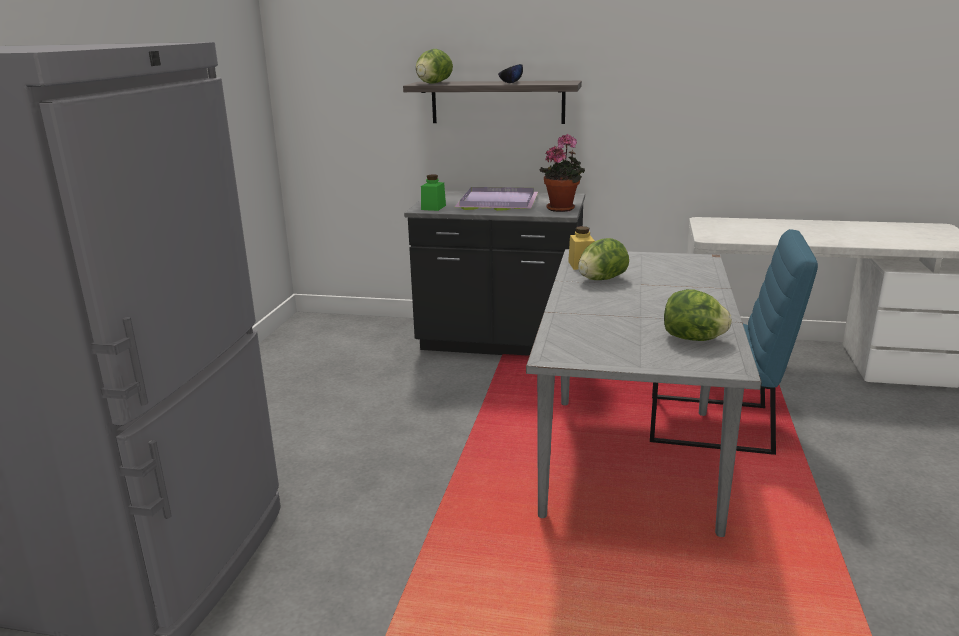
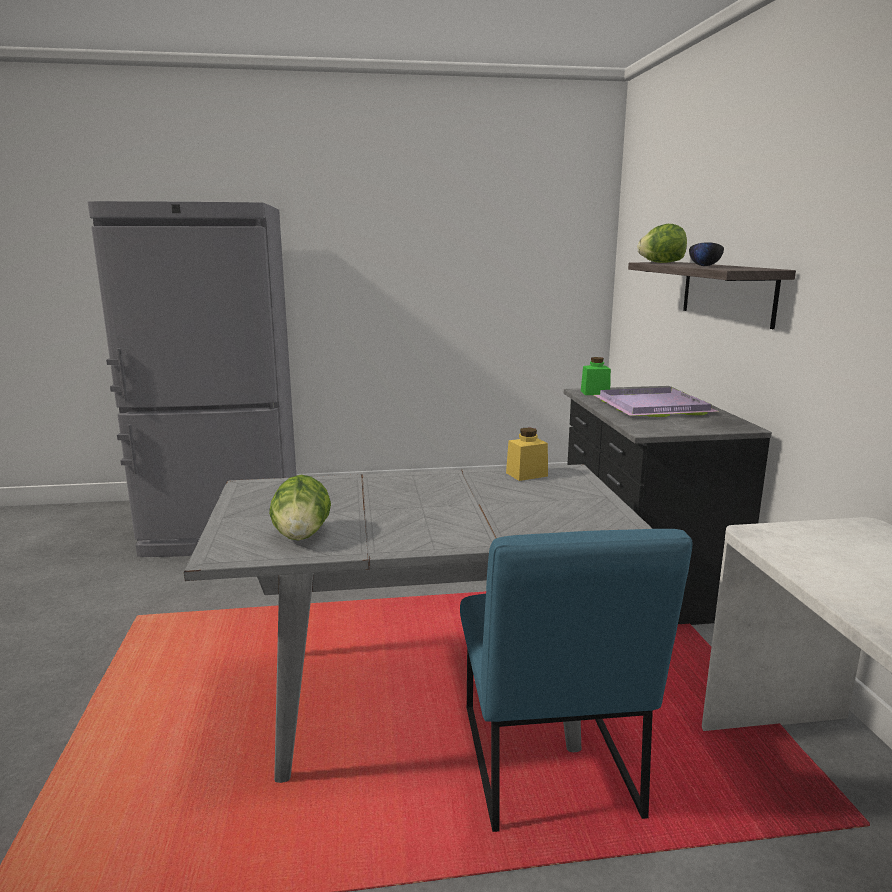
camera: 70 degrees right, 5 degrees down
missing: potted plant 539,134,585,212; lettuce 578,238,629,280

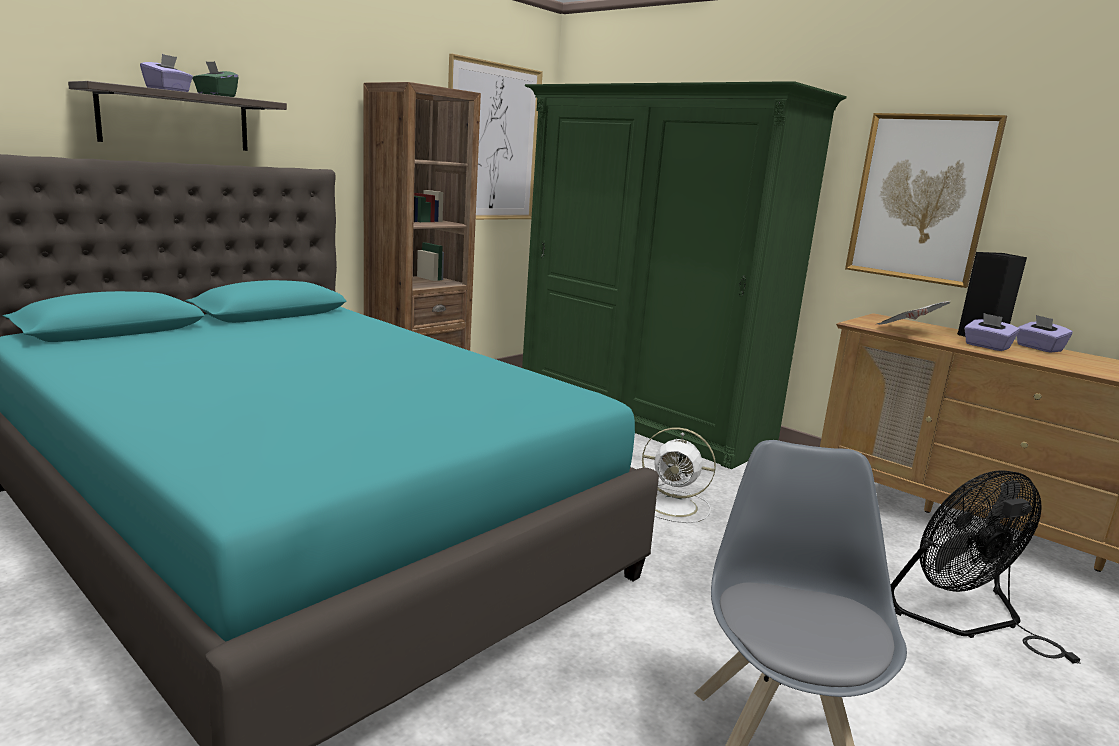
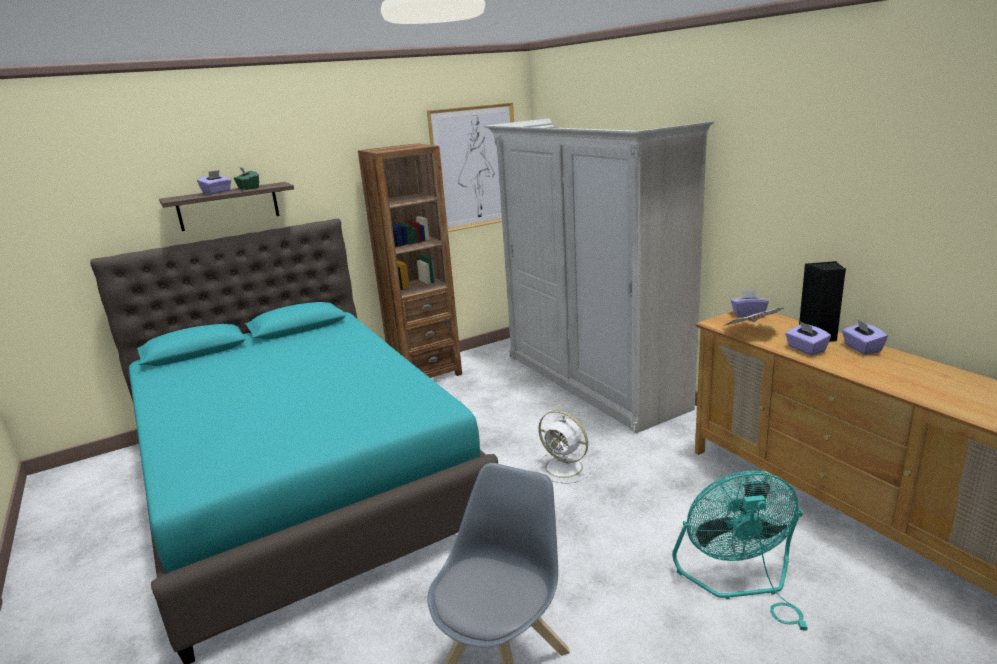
camera: 20 degrees right, 5 degrees up
missing: picture 845,113,1007,288
appeared: purple tissue box 731,290,769,317
colour: green wardrobe 522,81,847,469 to white wardrobe 484,119,714,433; black fan 891,471,1081,664 to turquoise fan 672,471,808,631

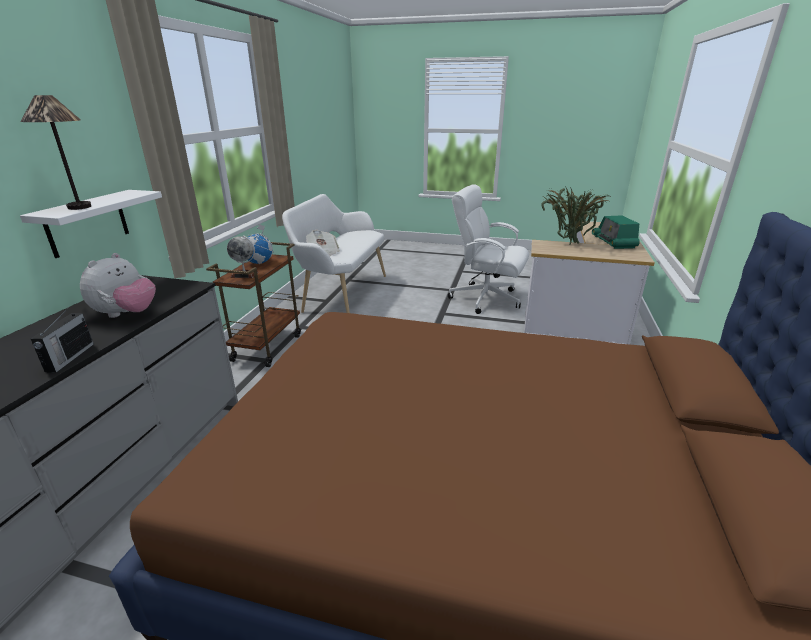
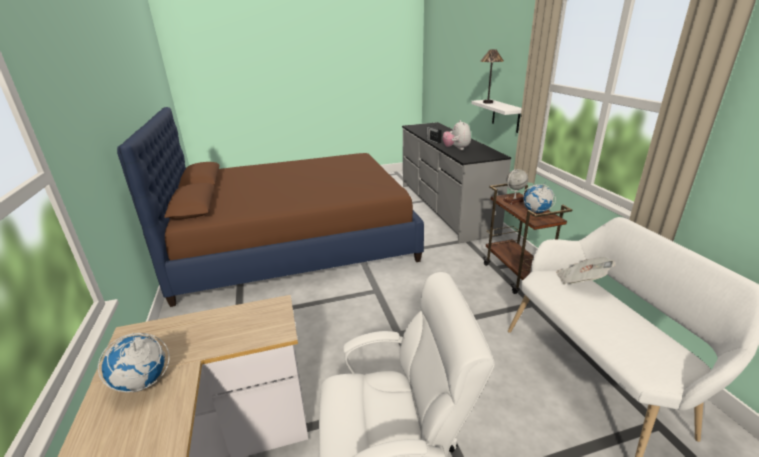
camera: 150 degrees right, 0 degrees up
missing: potted plant 541,186,608,245
exchanged: radio 592,215,640,249 to globe 98,333,170,392

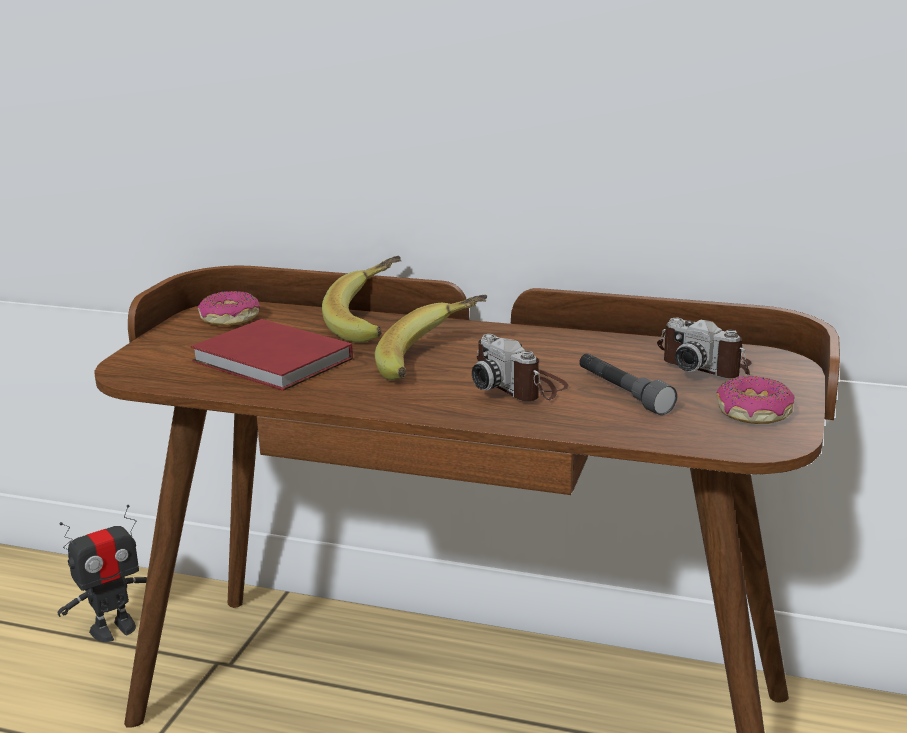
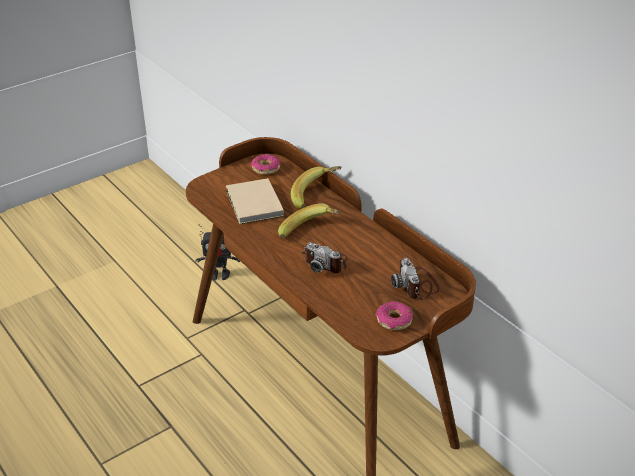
camera: 35 degrees right, 15 degrees up
missing: grey flashlight 579,353,677,415
colour: red book 190,319,353,391 to beige book 226,178,284,224
spun: photo camera 472,334,569,401 = 302,242,348,273 60 degrees counterclockwise

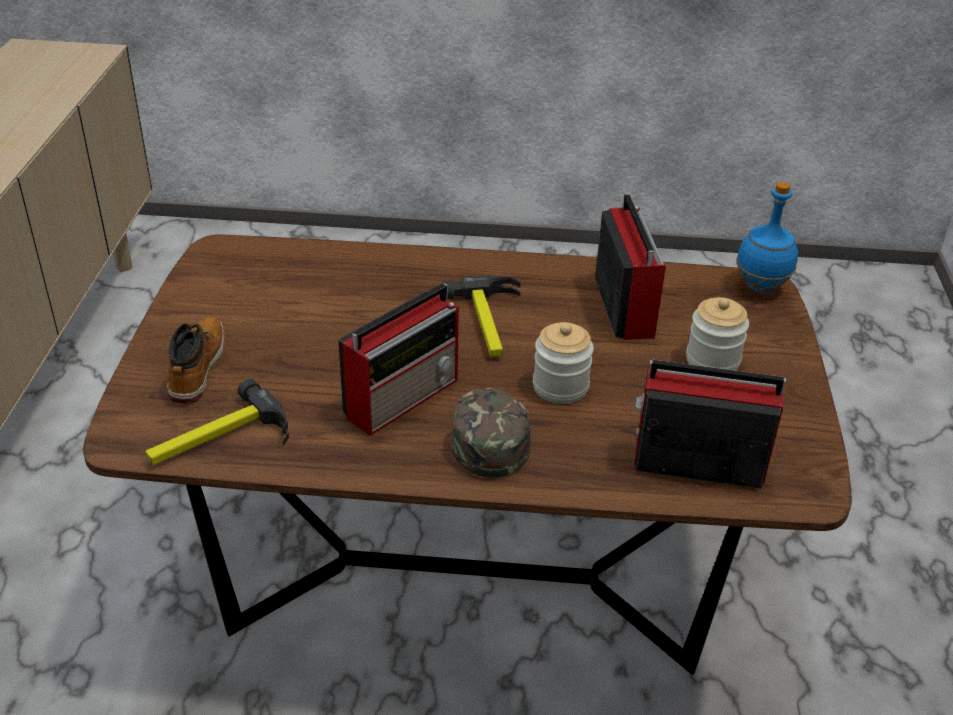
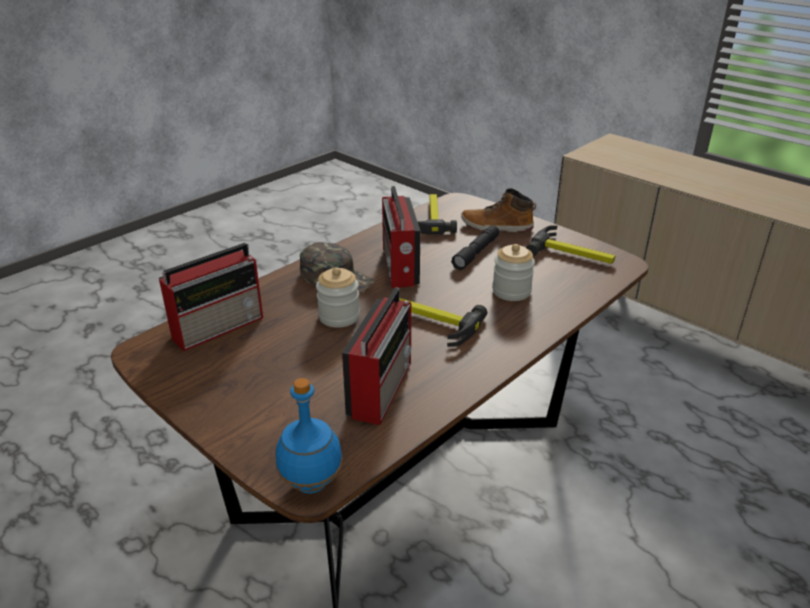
camera: 130 degrees right, 5 degrees down
appeared: black flashlight 451,225,499,270; hammer 526,225,615,264
relocated: jar 686,297,749,371 to 492,244,535,301
spun: boot 167,317,224,404 = 461,188,536,232 150 degrees clockwise; radio 595,194,666,340 = 342,287,411,425 105 degrees counterclockwise

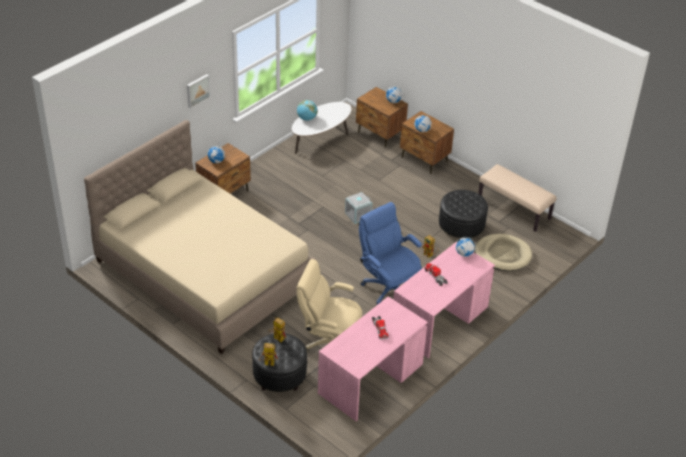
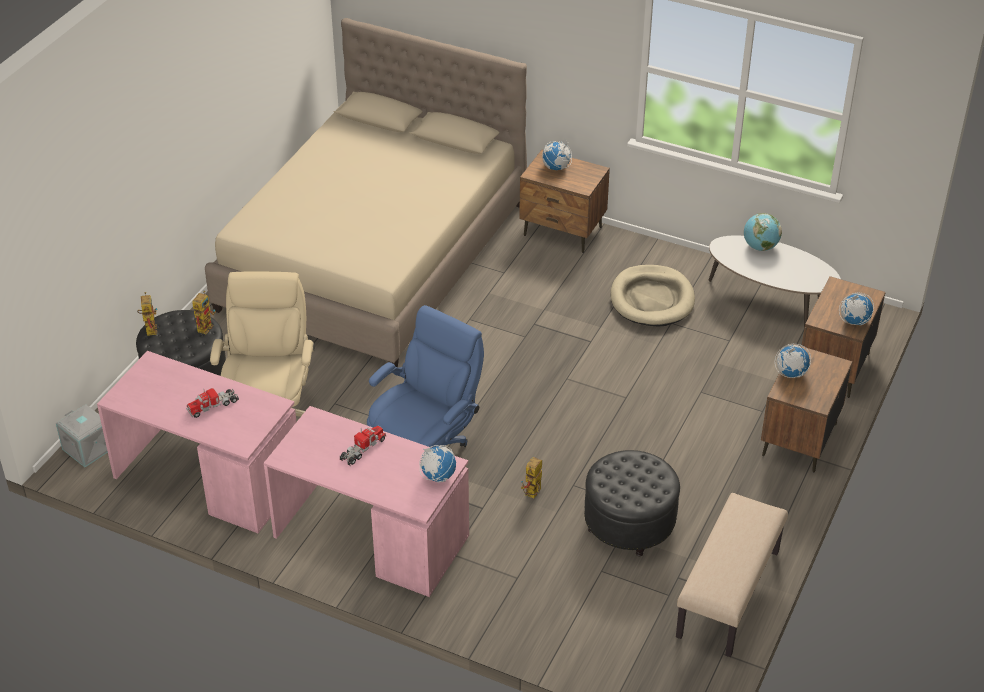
camera: 75 degrees right, 0 degrees up
missing: picture 187,74,210,108
relocated: grey storage box 345,192,372,224 to 56,404,108,467; beige dog bed 475,234,532,271 to 610,265,695,326

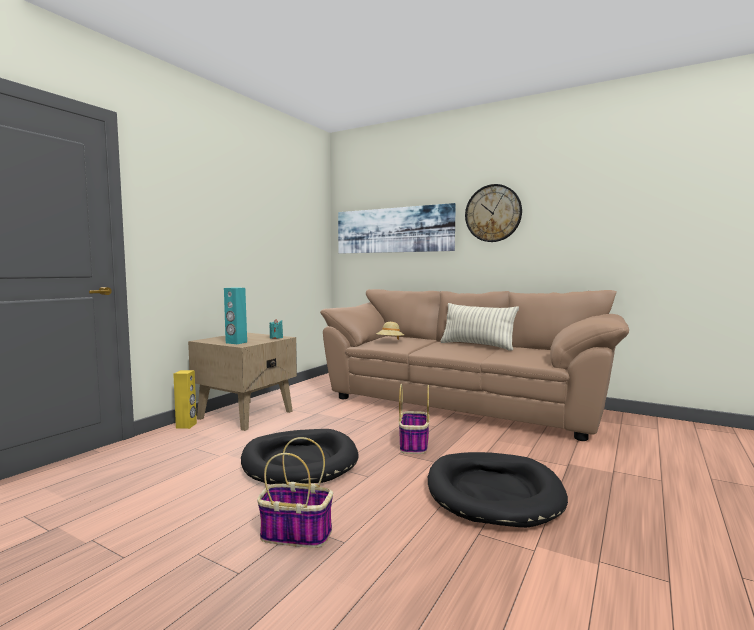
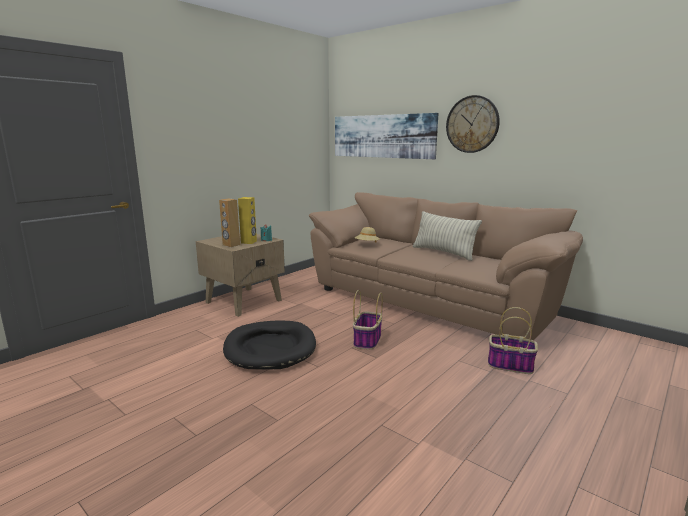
camera: 10 degrees right, 10 degrees up
missing: black dog bed 428,452,568,528
relocated: yellow speaker 173,370,197,429 to 238,197,257,244; basket 257,437,333,548 to 488,307,538,374
colour: turquoise speaker 224,287,247,344 to brown speaker 219,199,240,247

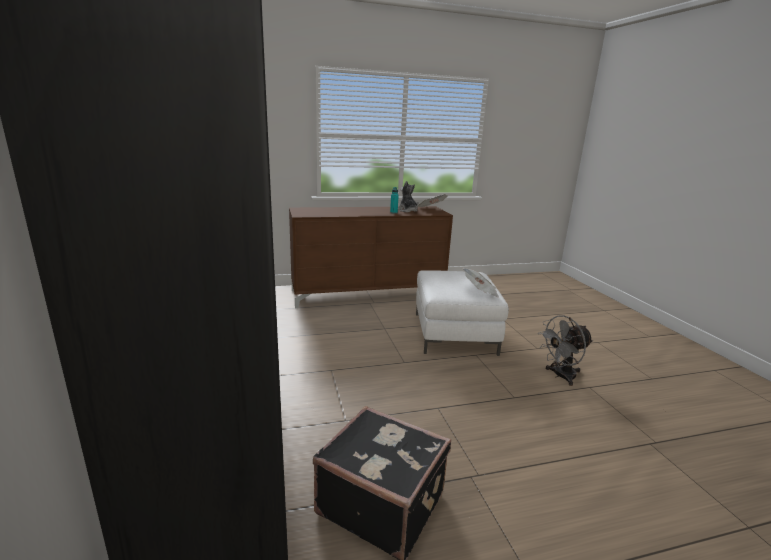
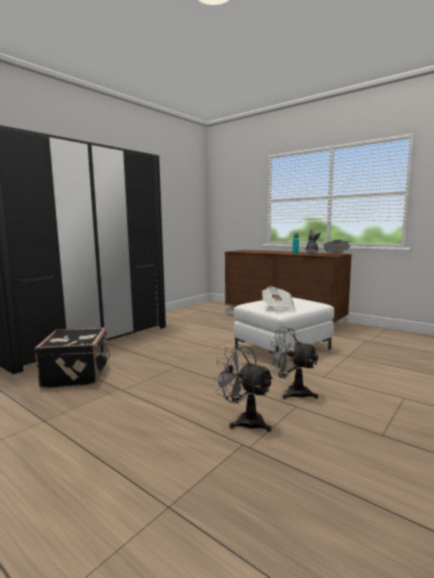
camera: 55 degrees right, 10 degrees down
appeared: grey fan 212,344,274,432

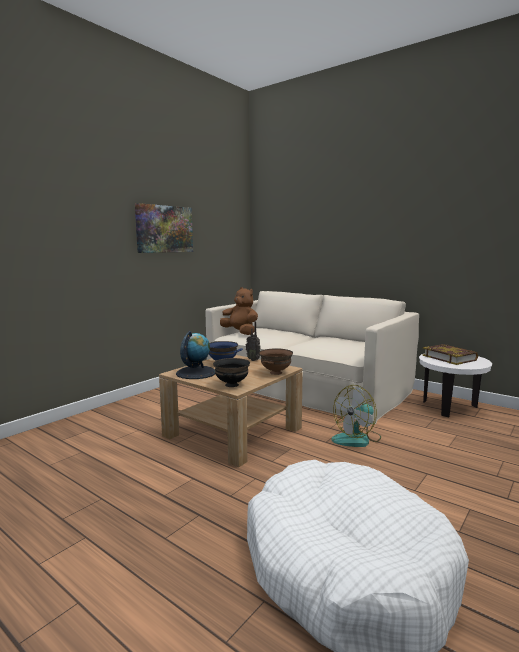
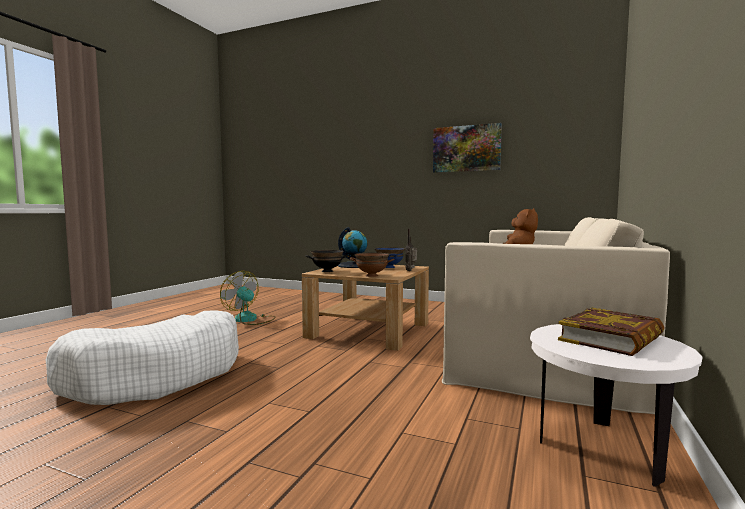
camera: 75 degrees right, 5 degrees down
relocated: fan 332,385,381,447 to 220,271,276,325

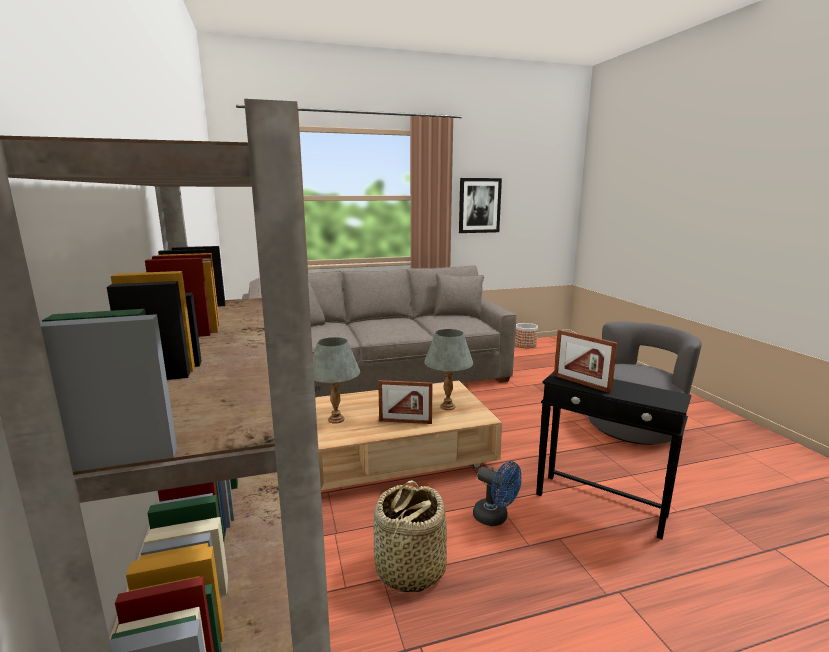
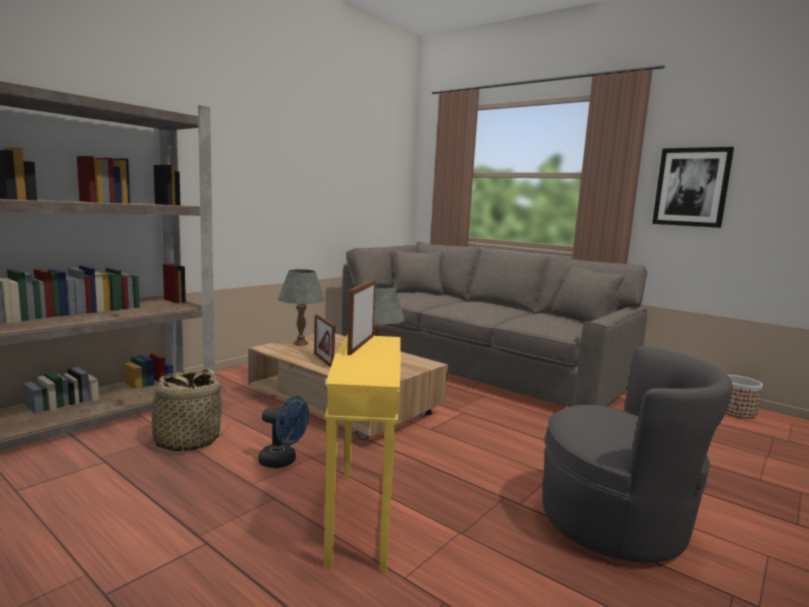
camera: 55 degrees right, 5 degrees down
colour: black side table 536,372,691,539 to yellow side table 324,334,401,570
spun: blue fan 473,461,522,526 = 258,396,309,468 75 degrees counterclockwise

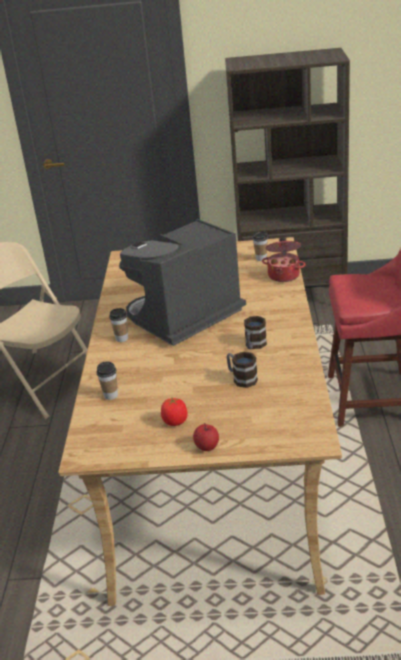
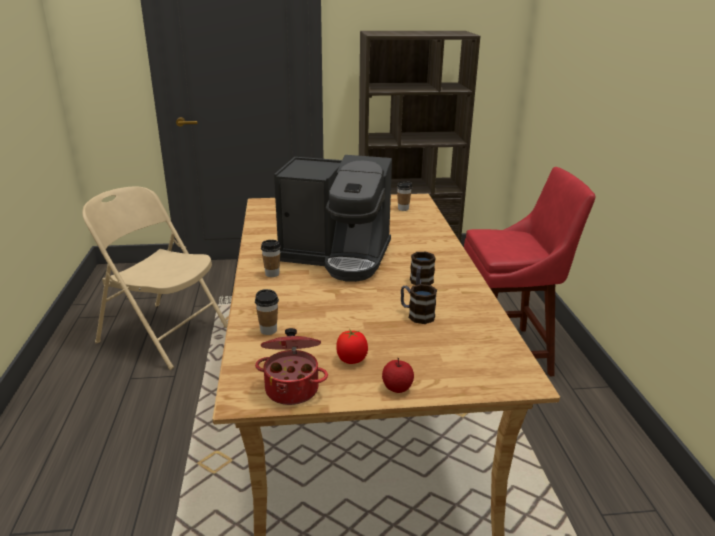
camera: 10 degrees left, 5 degrees down
relocated: cooking pot 262,237,306,282 to 255,328,328,405
spun: coffee machine 119,219,246,346 = 274,155,392,282 120 degrees counterclockwise

